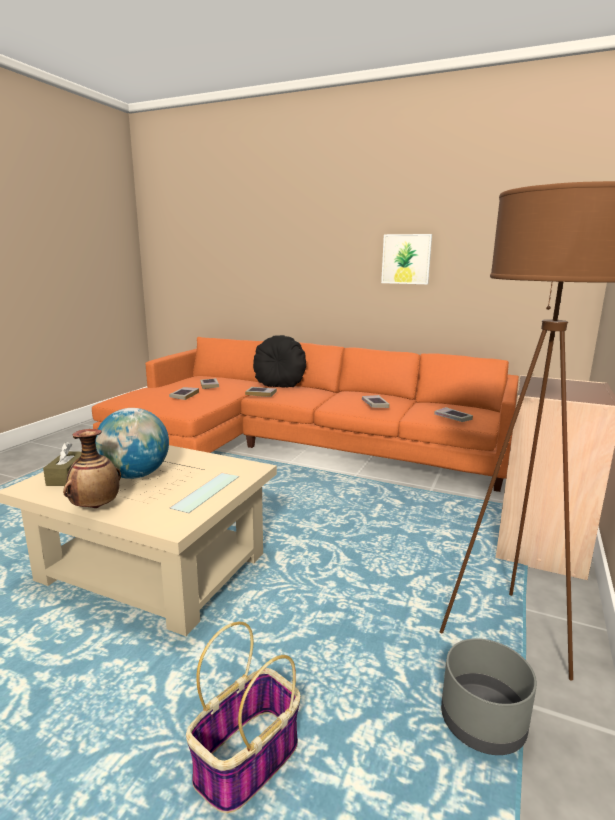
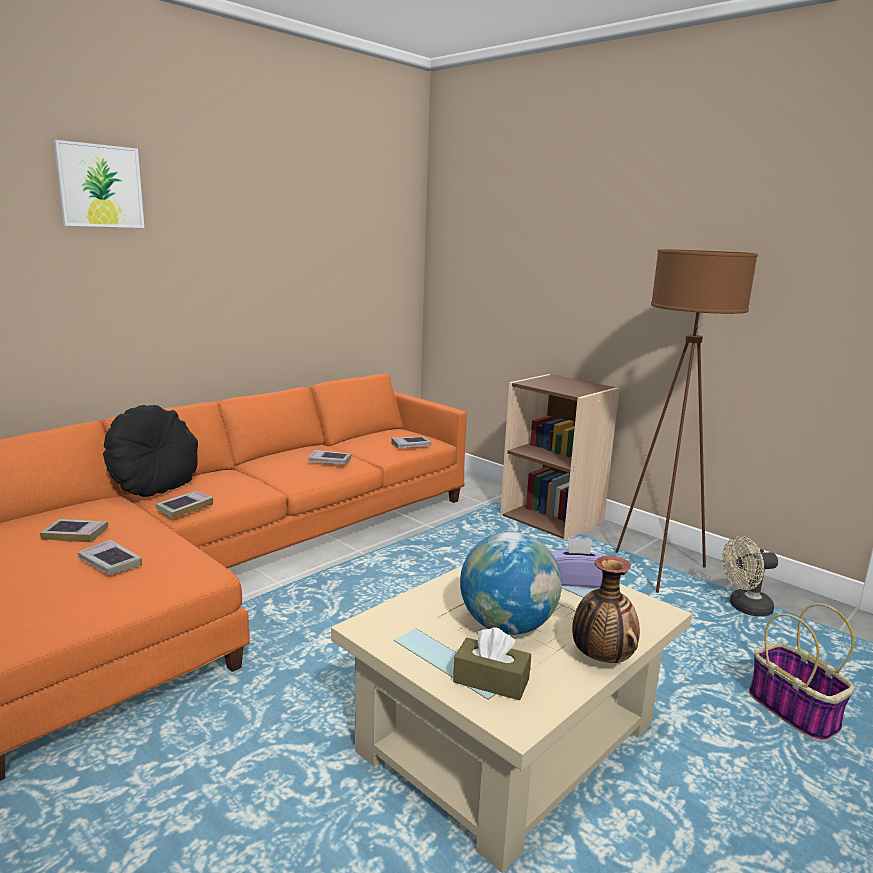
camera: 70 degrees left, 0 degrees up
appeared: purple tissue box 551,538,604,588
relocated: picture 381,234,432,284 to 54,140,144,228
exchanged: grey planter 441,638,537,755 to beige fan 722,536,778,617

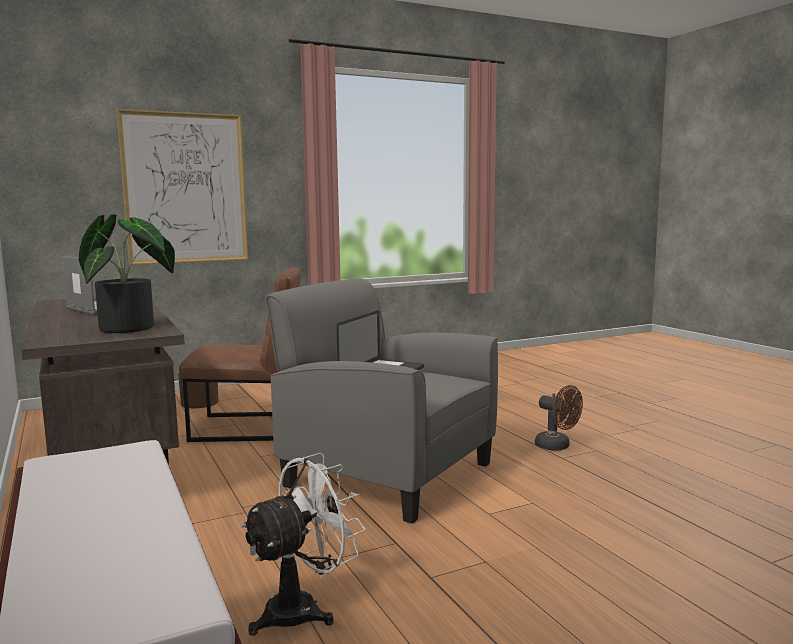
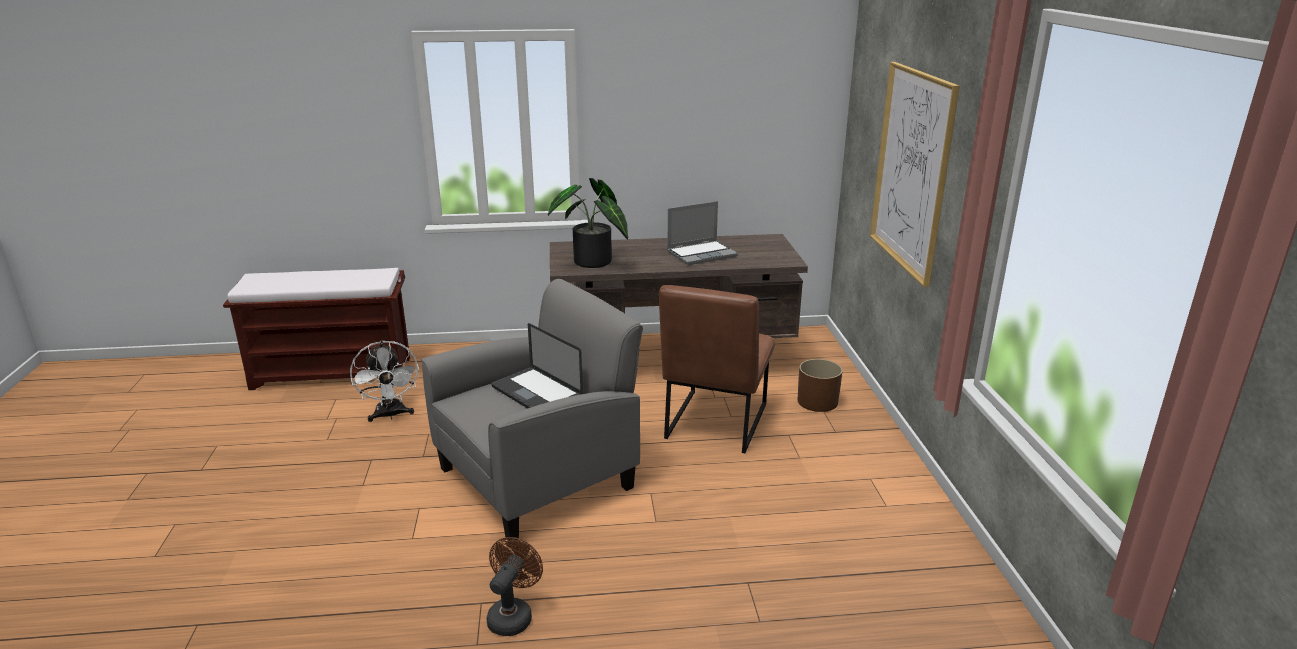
camera: 110 degrees right, 15 degrees up
spun: brown fan 535,385,583,451 = 486,537,543,636 135 degrees clockwise

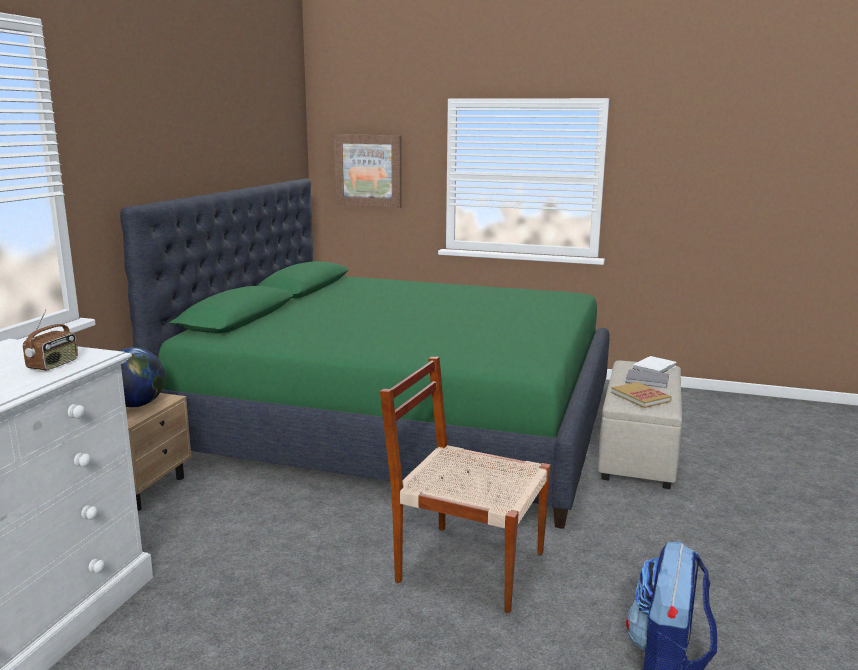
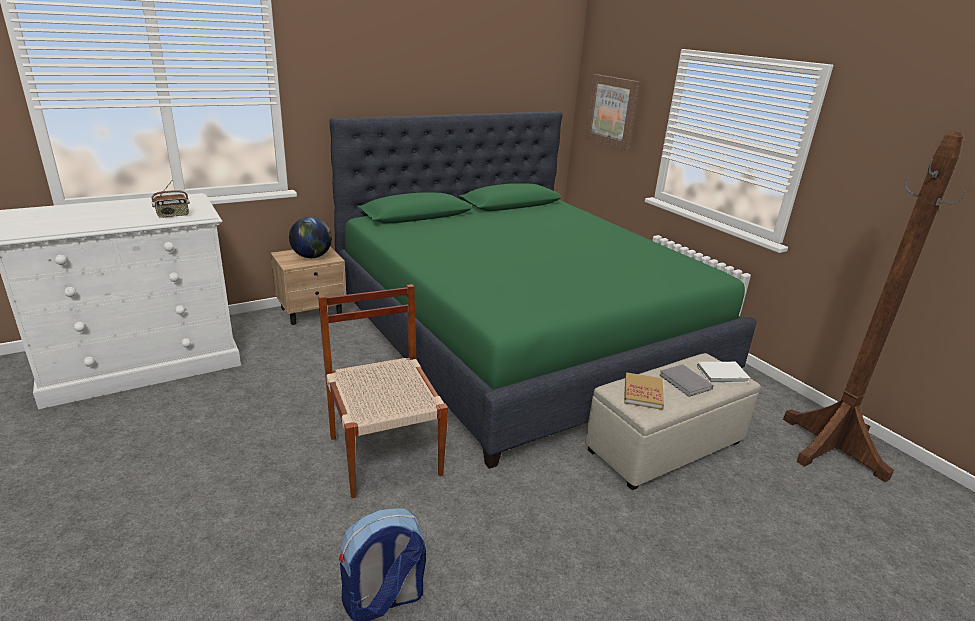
camera: 40 degrees right, 10 degrees up
appeared: brown clothes rack 783,131,966,482

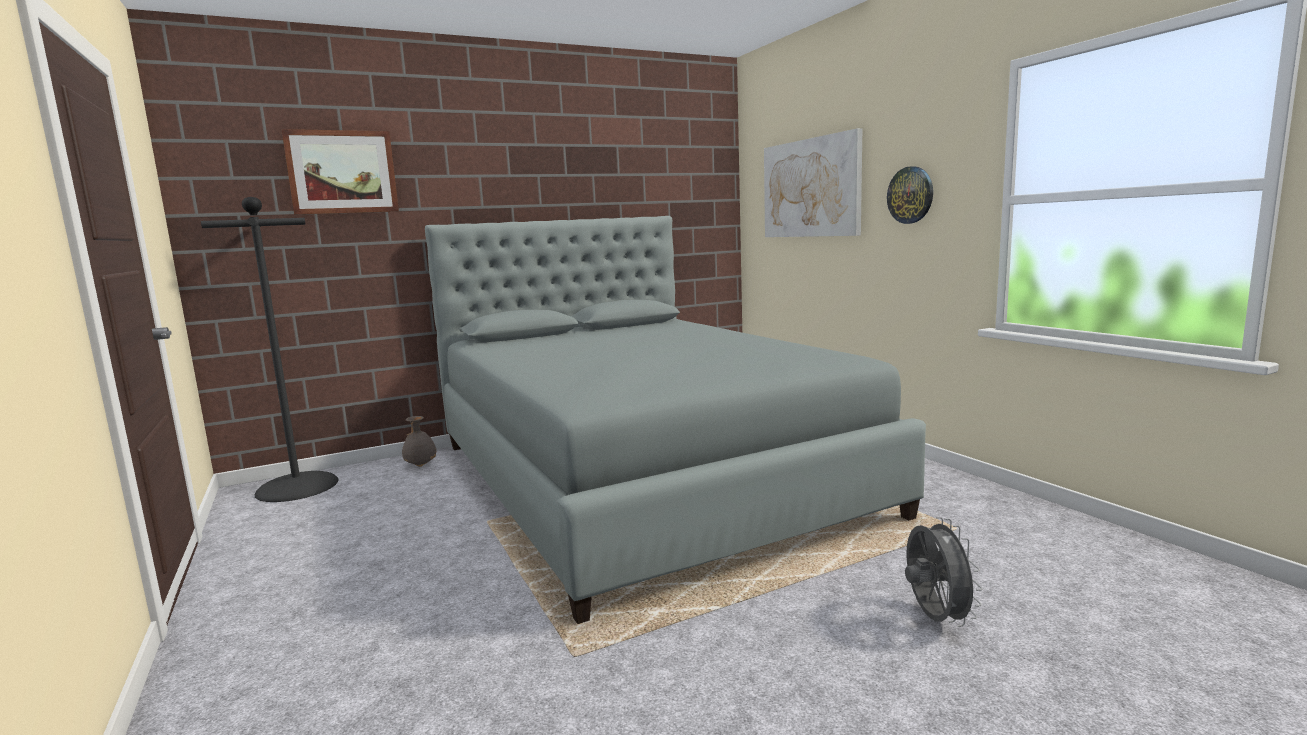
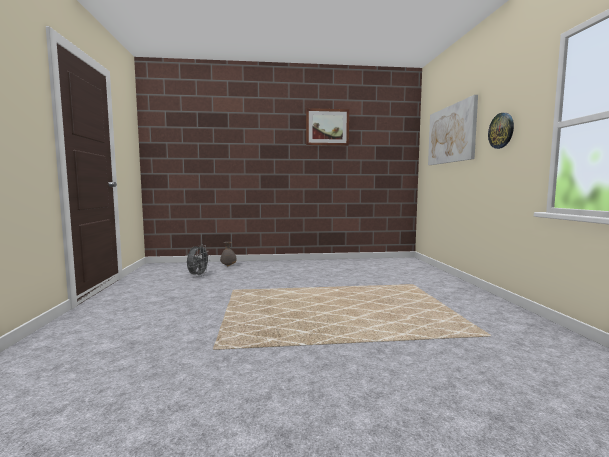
camera: 20 degrees right, 5 degrees down
missing: black clothes rack 201,197,339,502; grey bed 425,216,926,624
relocated: picture 282,129,399,215 to 306,108,349,146; grey fan 905,517,982,627 to 187,244,210,277

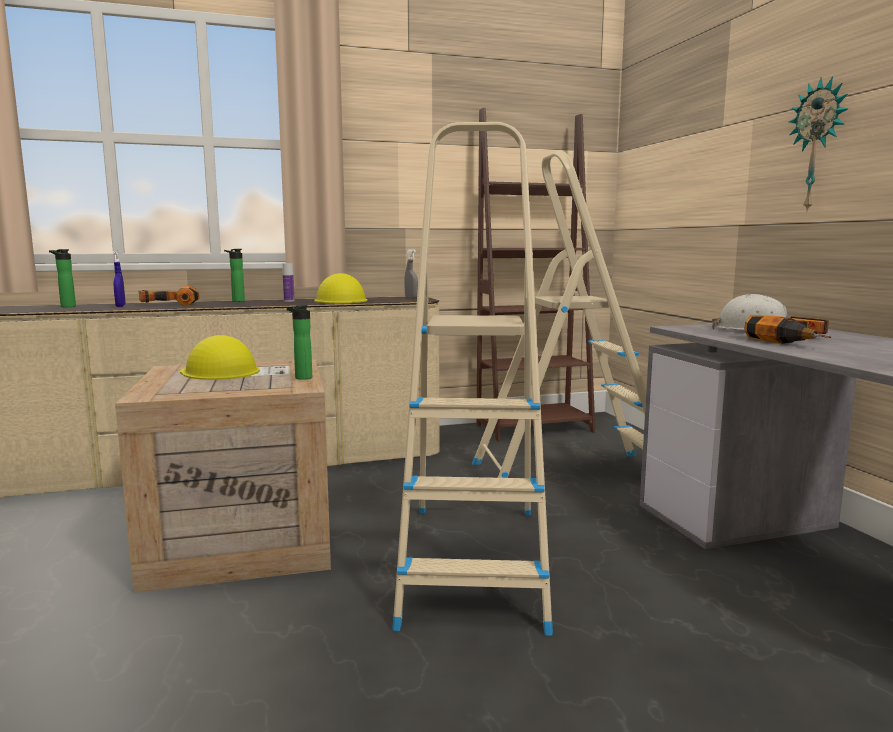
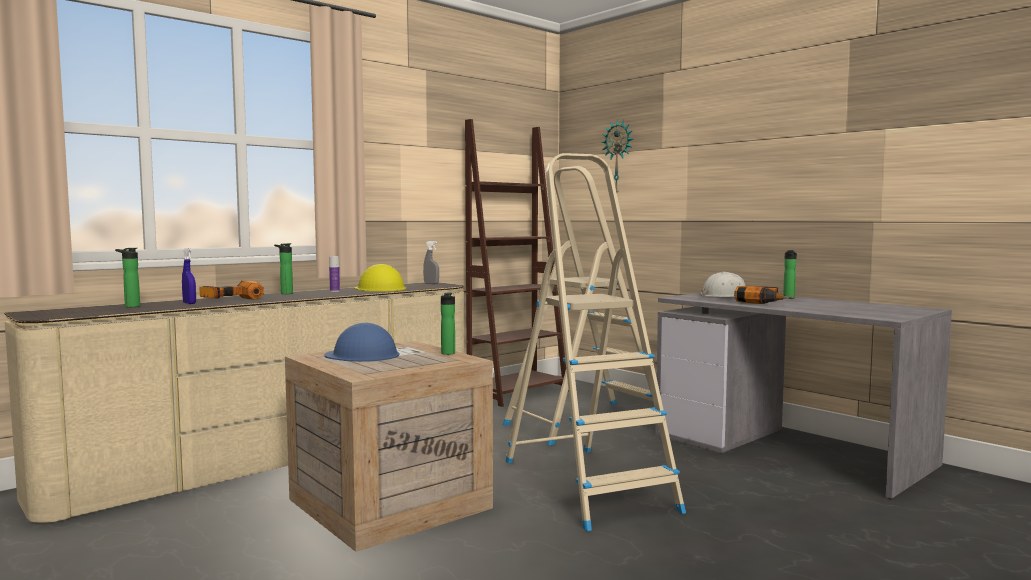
camera: 25 degrees left, 5 degrees down
appeared: bottle 783,250,797,299
relocated: wall clock 789,76,849,212 to 601,119,633,193
colour: yellow hard hat 180,335,259,380 to blue hard hat 324,323,399,362

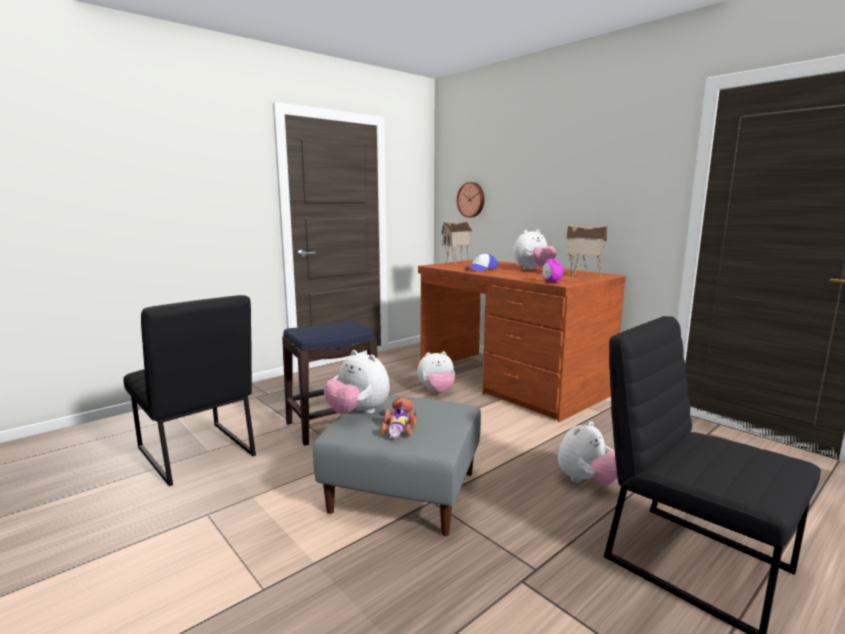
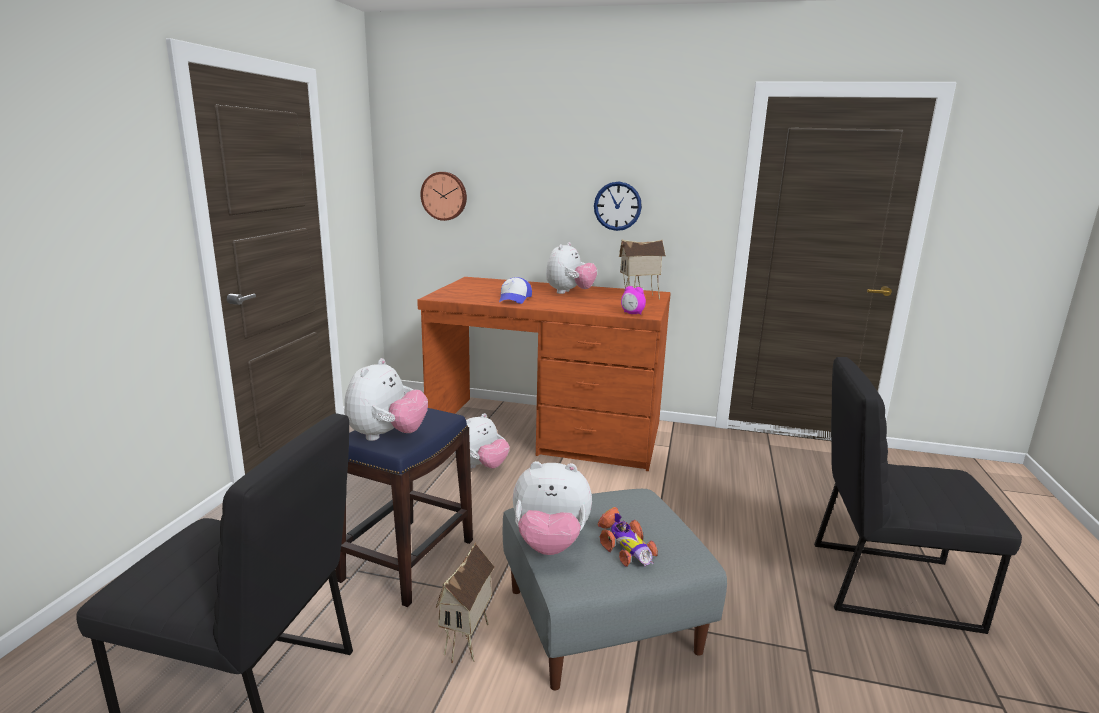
camera: 35 degrees left, 5 degrees up
appeared: wall clock 594,182,642,231
relocated: toy house 441,221,473,264 to 436,542,495,663; plush toy 558,421,617,486 to 344,358,428,441

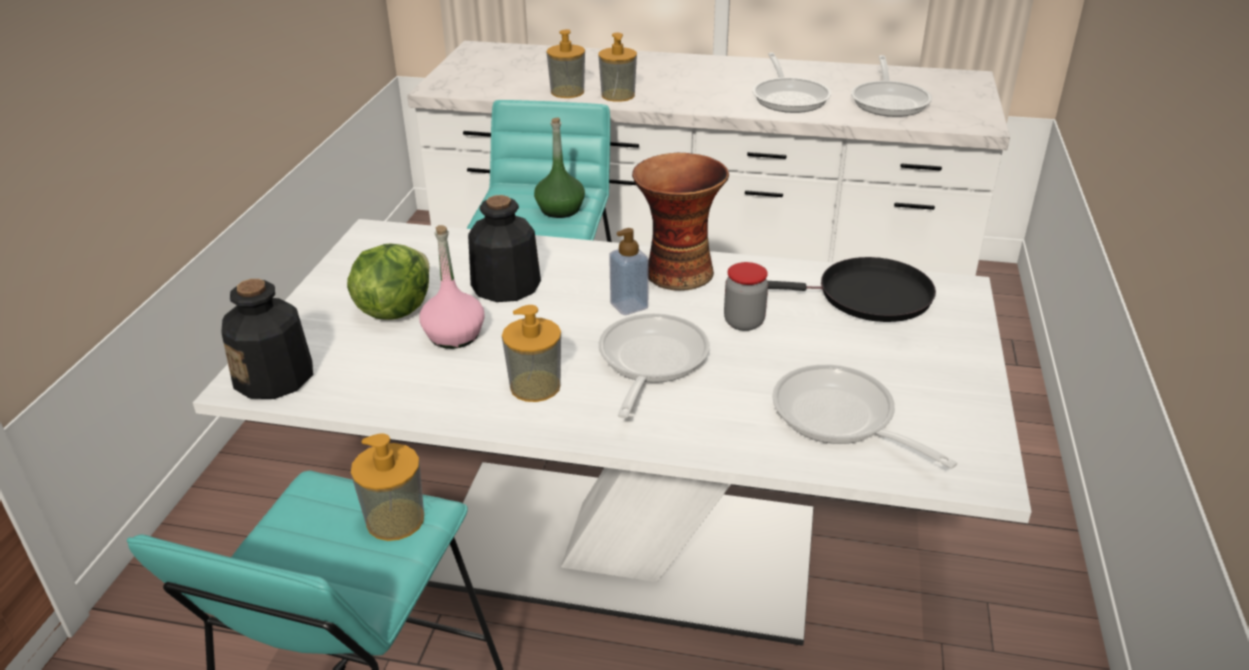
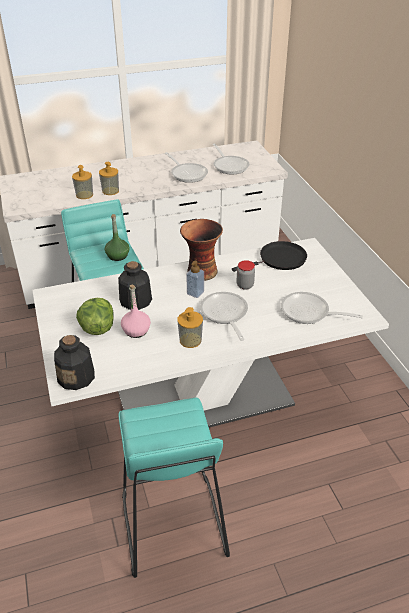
camera: 30 degrees left, 5 degrees up
missing: soap dispenser 351,433,424,541

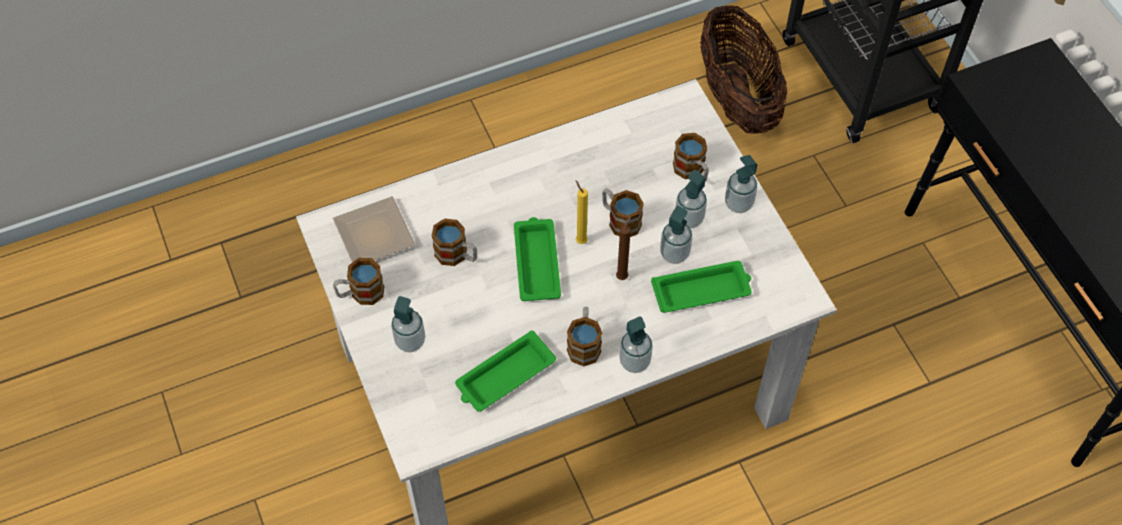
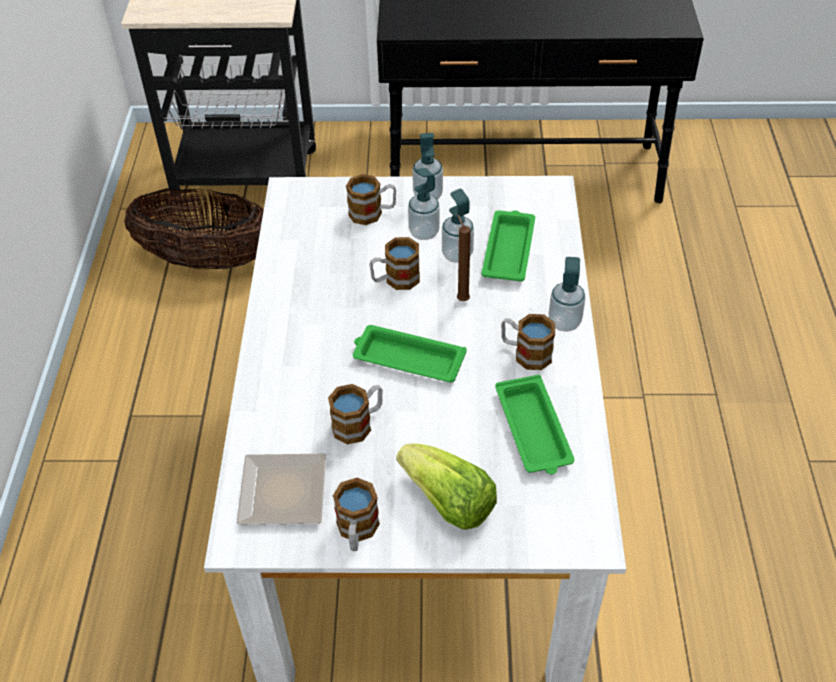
camera: 65 degrees left, 10 degrees down
missing: yellow candle 576,180,588,244
exchanged: soap dispenser 391,296,425,352 to lettuce 397,443,497,530

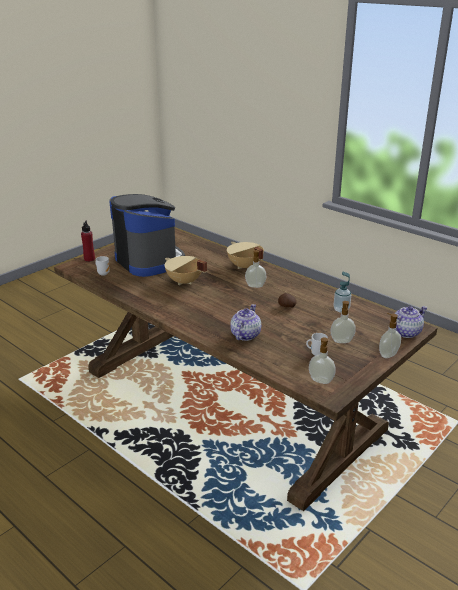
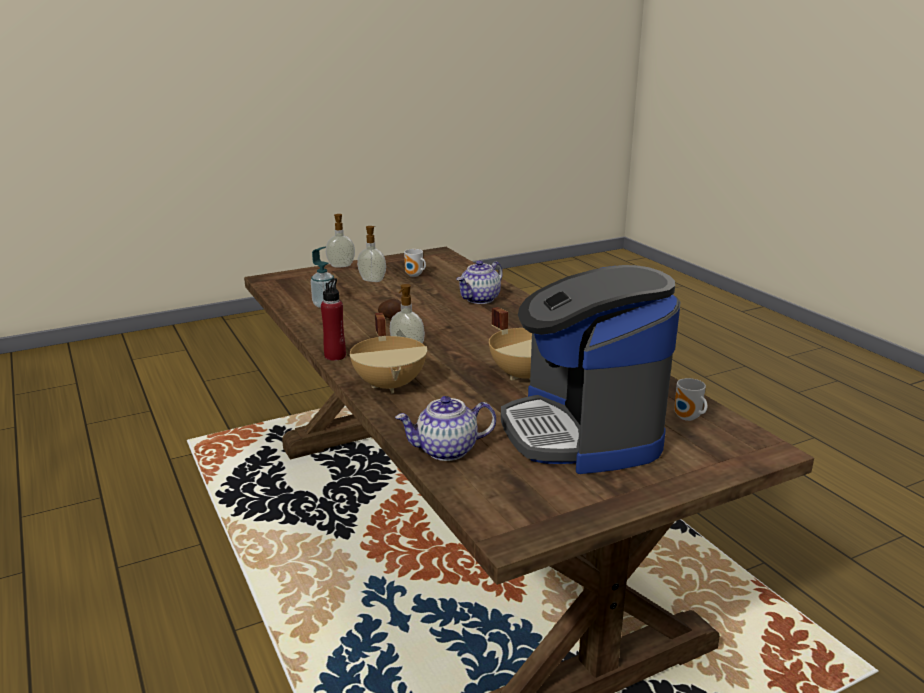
camera: 160 degrees left, 5 degrees down
missing: soap dispenser 309,337,336,384
relocated: red bottle 81,221,95,262 to 321,278,346,361; teapot 395,306,428,338 to 395,396,496,461

